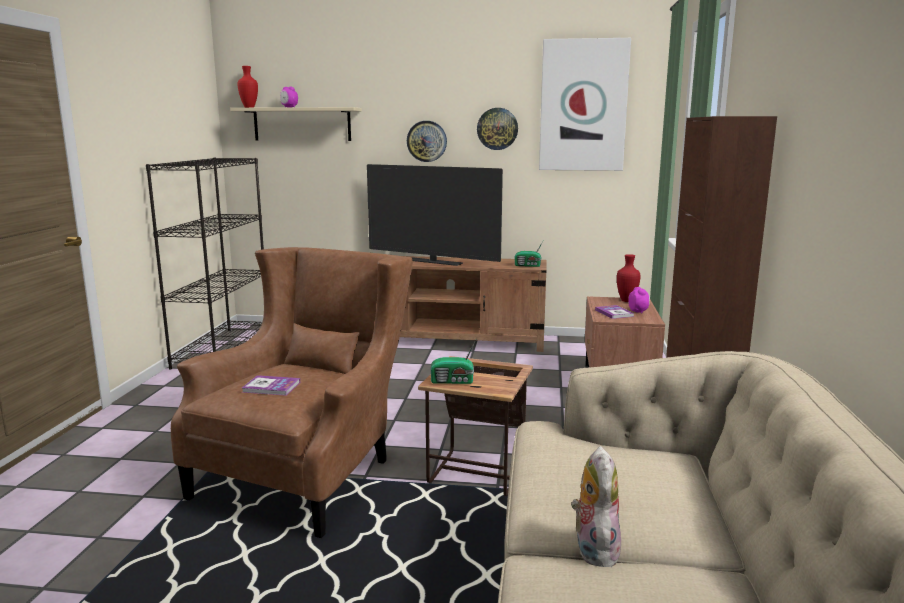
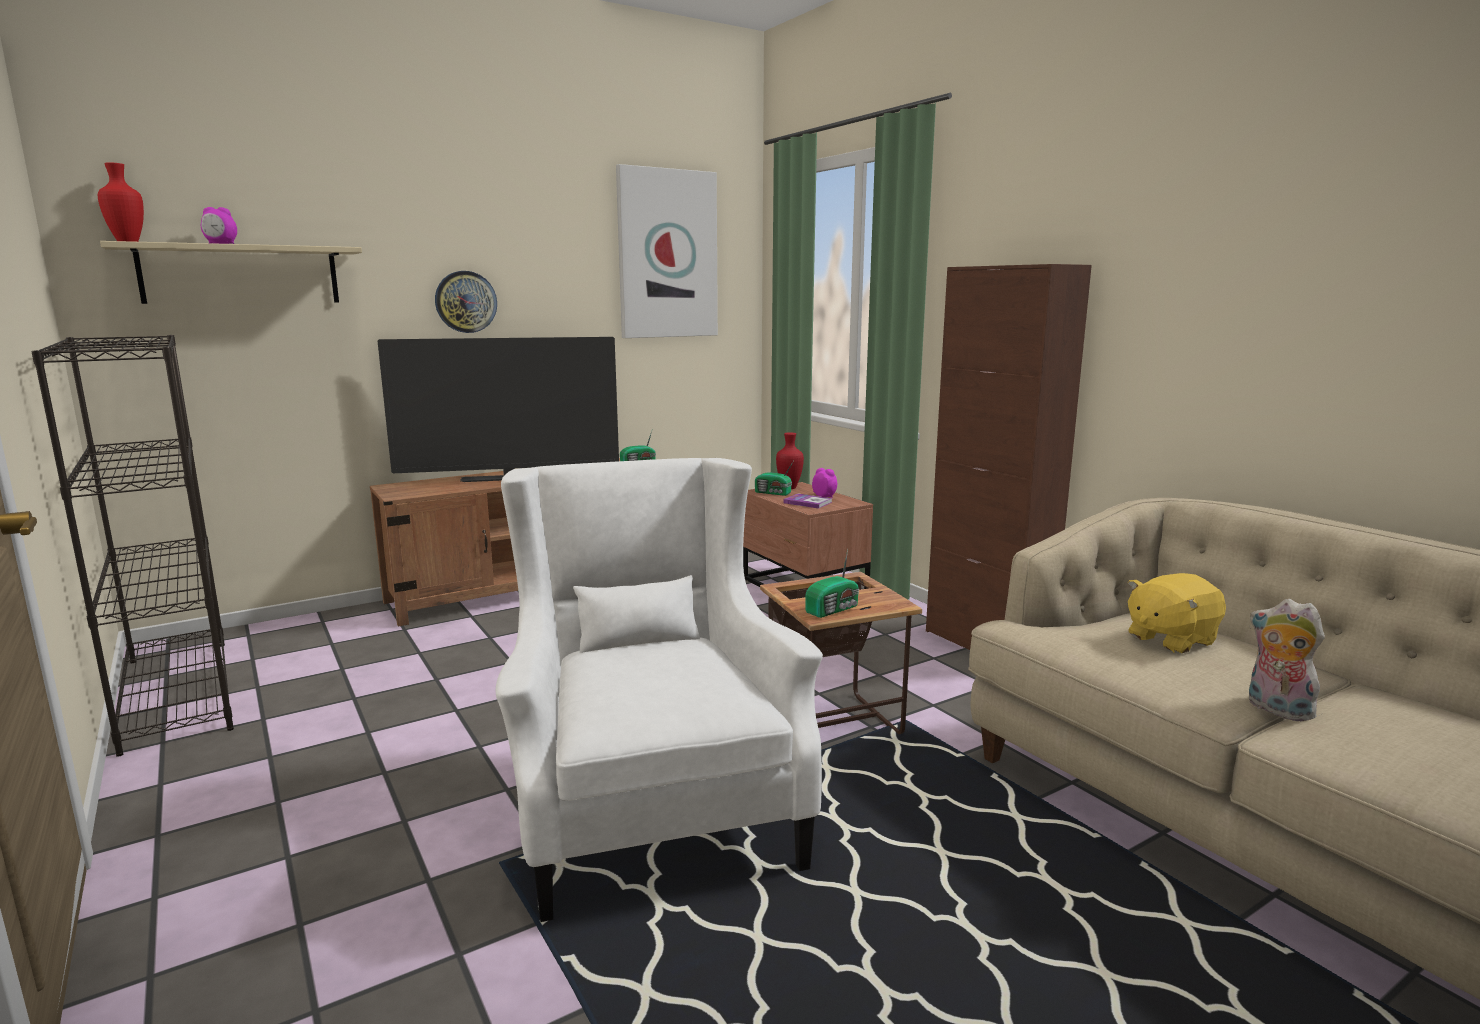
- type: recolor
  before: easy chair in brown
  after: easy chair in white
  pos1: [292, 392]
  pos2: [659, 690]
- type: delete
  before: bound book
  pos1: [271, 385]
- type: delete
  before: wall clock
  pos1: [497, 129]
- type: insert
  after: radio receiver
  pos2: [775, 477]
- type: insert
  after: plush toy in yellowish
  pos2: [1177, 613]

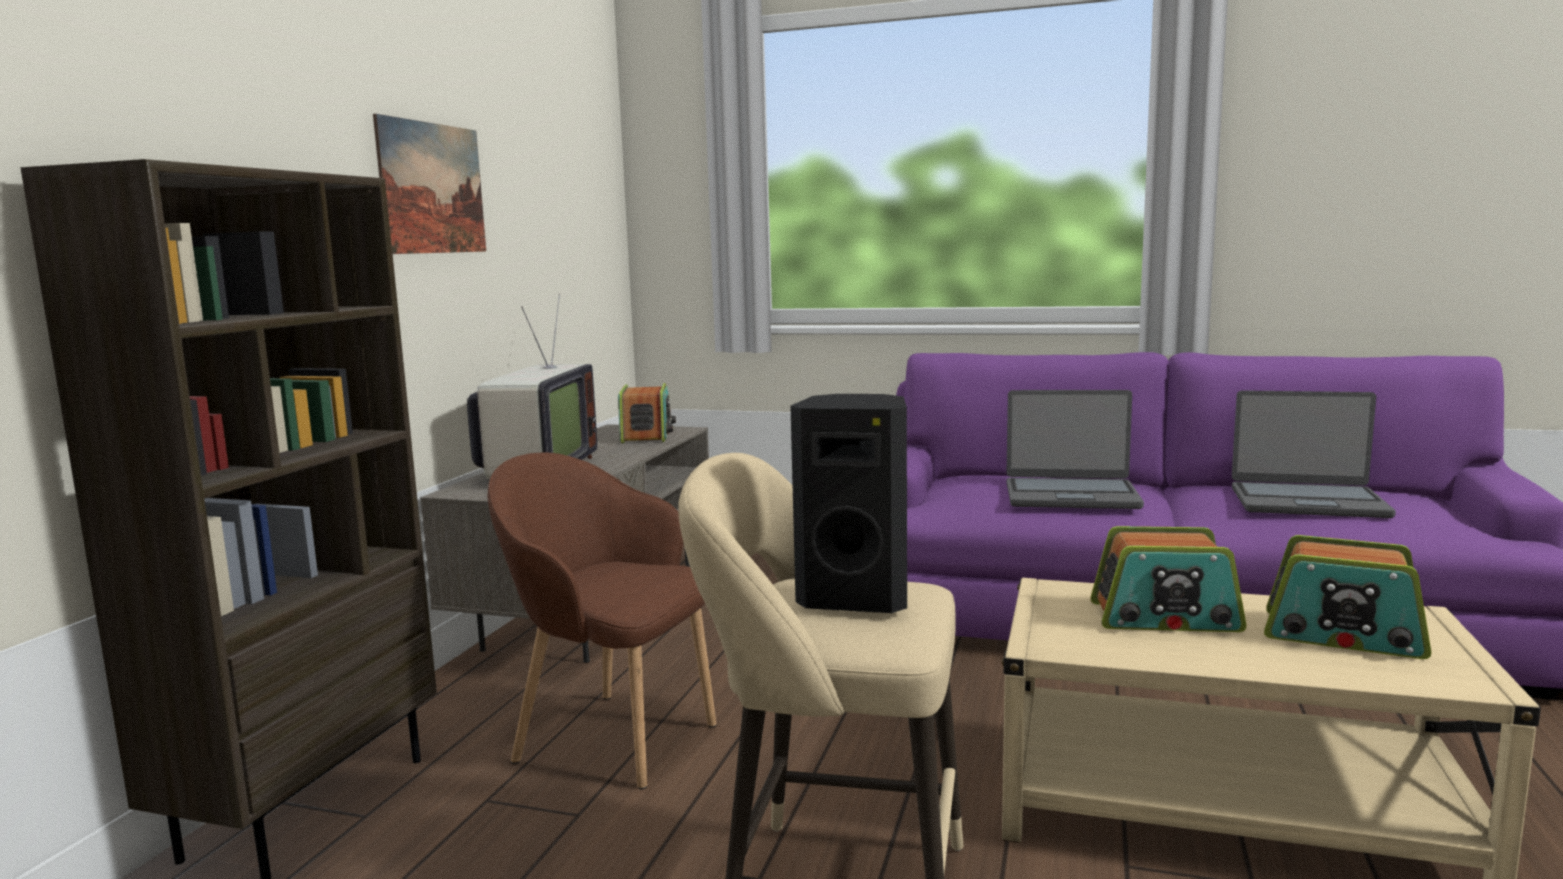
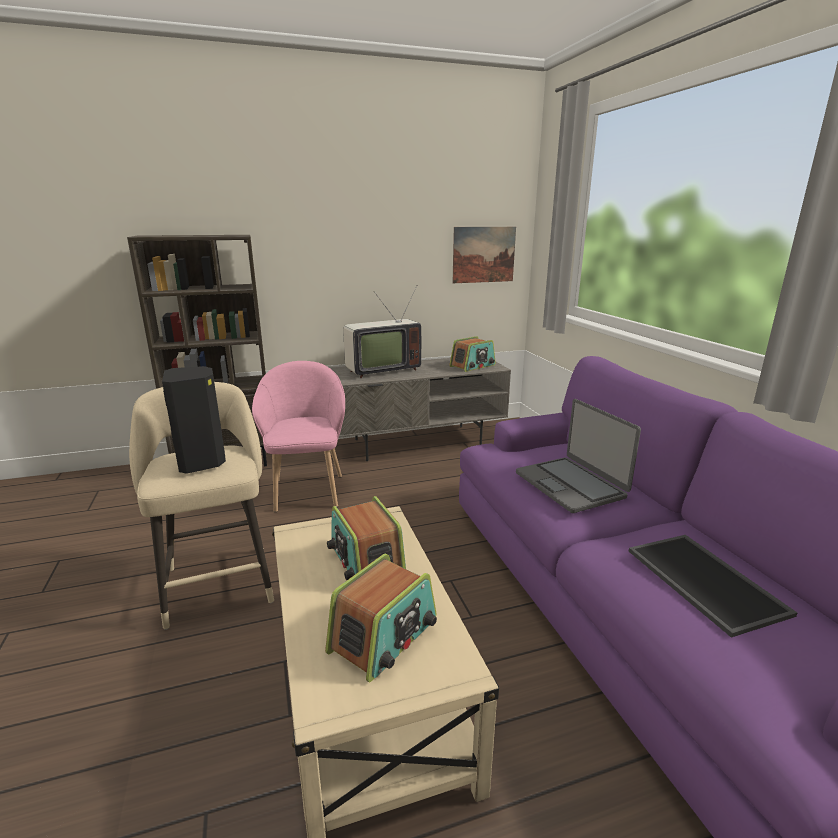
- type: move
  before: picture
  pos1: [429, 184]
  pos2: [484, 255]
- type: recolor
  before: easy chair in brown
  after: easy chair in pink
  pos1: [602, 621]
  pos2: [298, 436]
- type: replace
  before: portable computer
  after: serving tray
  pos1: [1314, 454]
  pos2: [712, 586]
- type: rotate
  before: radio receiver
  pos1: [1347, 597]
  pos2: [381, 618]
  turn: -135

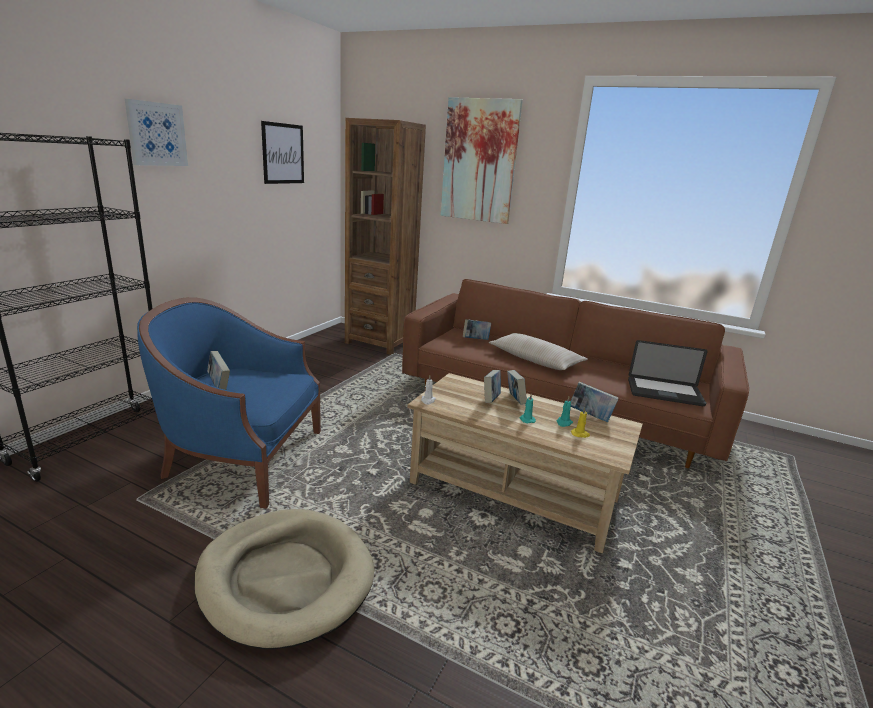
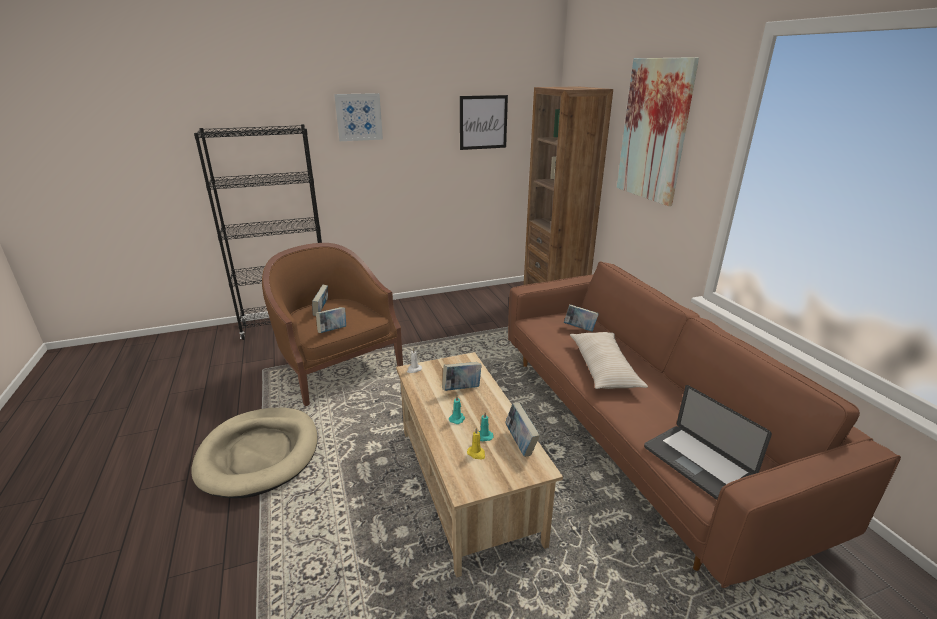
- type: recolor
  before: easy chair in bluish
  after: easy chair in brown
  pos1: [229, 403]
  pos2: [332, 324]
- type: move
  before: bound book
  pos1: [517, 387]
  pos2: [331, 320]

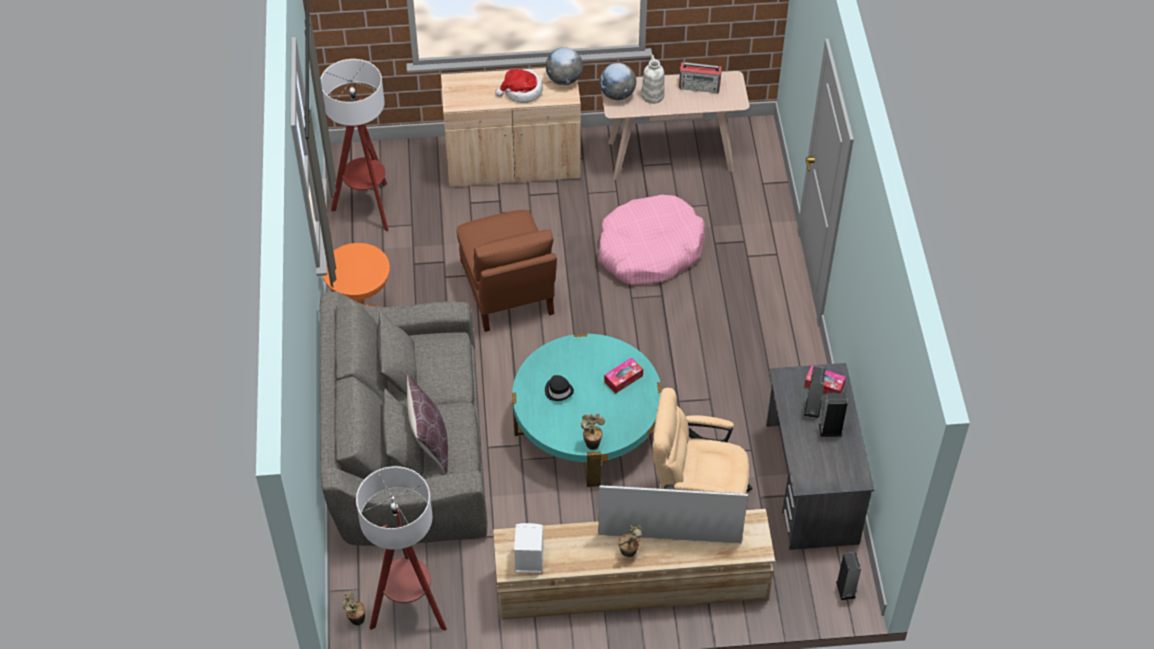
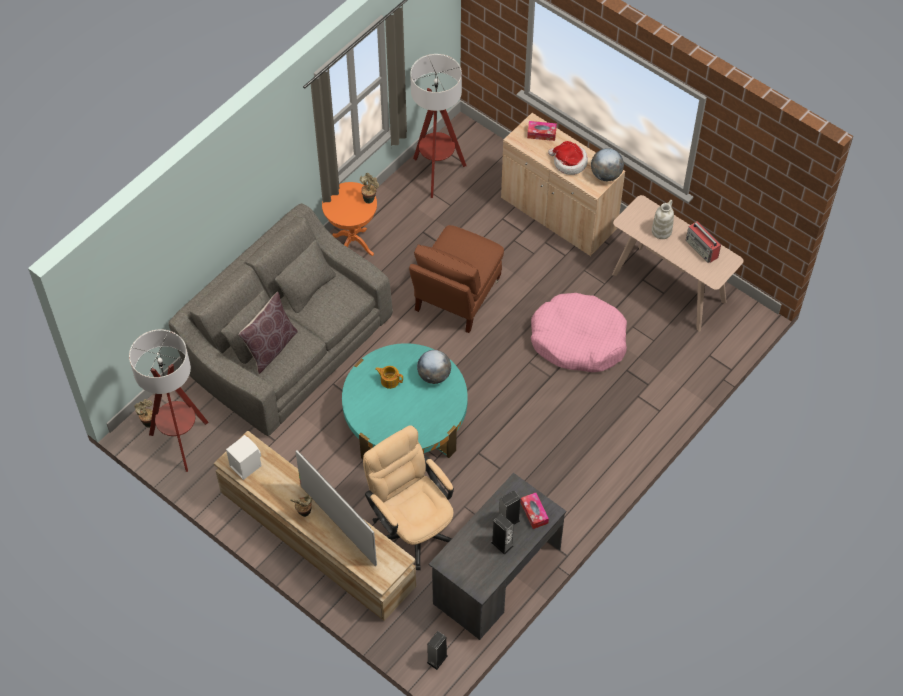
- type: replace
  before: wearable hat in blackish
  after: pot for tea
  pos1: [559, 388]
  pos2: [389, 377]
- type: move
  before: plant in a pot
  pos1: [593, 431]
  pos2: [369, 188]
- type: move
  before: globe
  pos1: [617, 81]
  pos2: [434, 367]
- type: move
  before: tissue holder
  pos1: [623, 375]
  pos2: [542, 131]

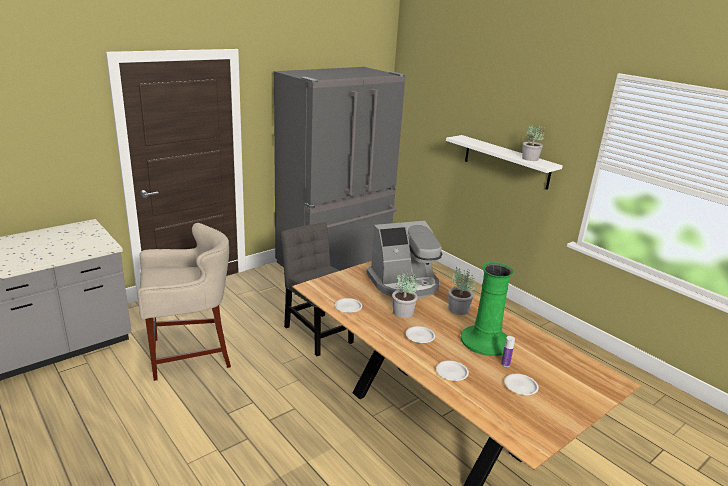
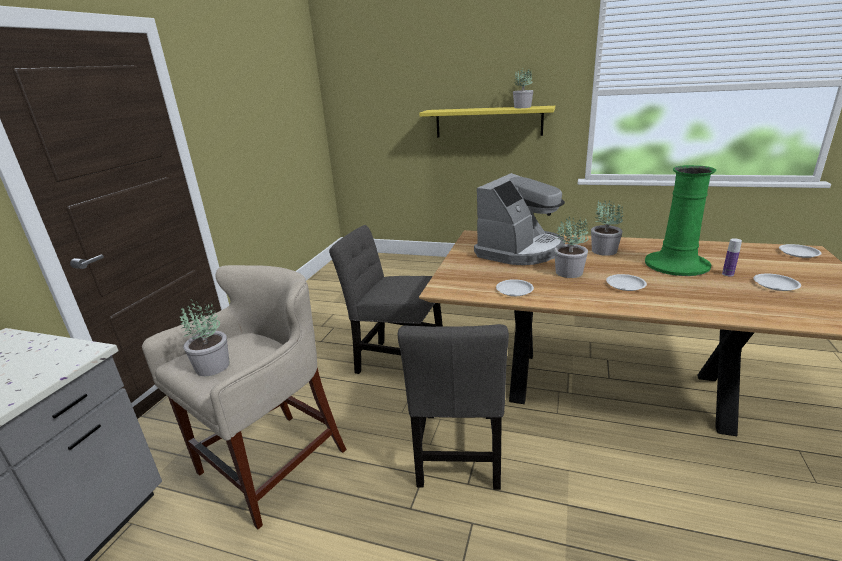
- type: delete
  before: kitchen fridge in grey
  pos1: [340, 169]
- type: move
  before: dinner plate in white
  pos1: [452, 370]
  pos2: [800, 251]
- type: recolor
  before: wall shelf in white
  after: wall shelf in yellowish
  pos1: [504, 162]
  pos2: [487, 122]
- type: insert
  after: plant in a pot
  pos2: [204, 337]
- type: insert
  after: chair in grey
  pos2: [453, 407]

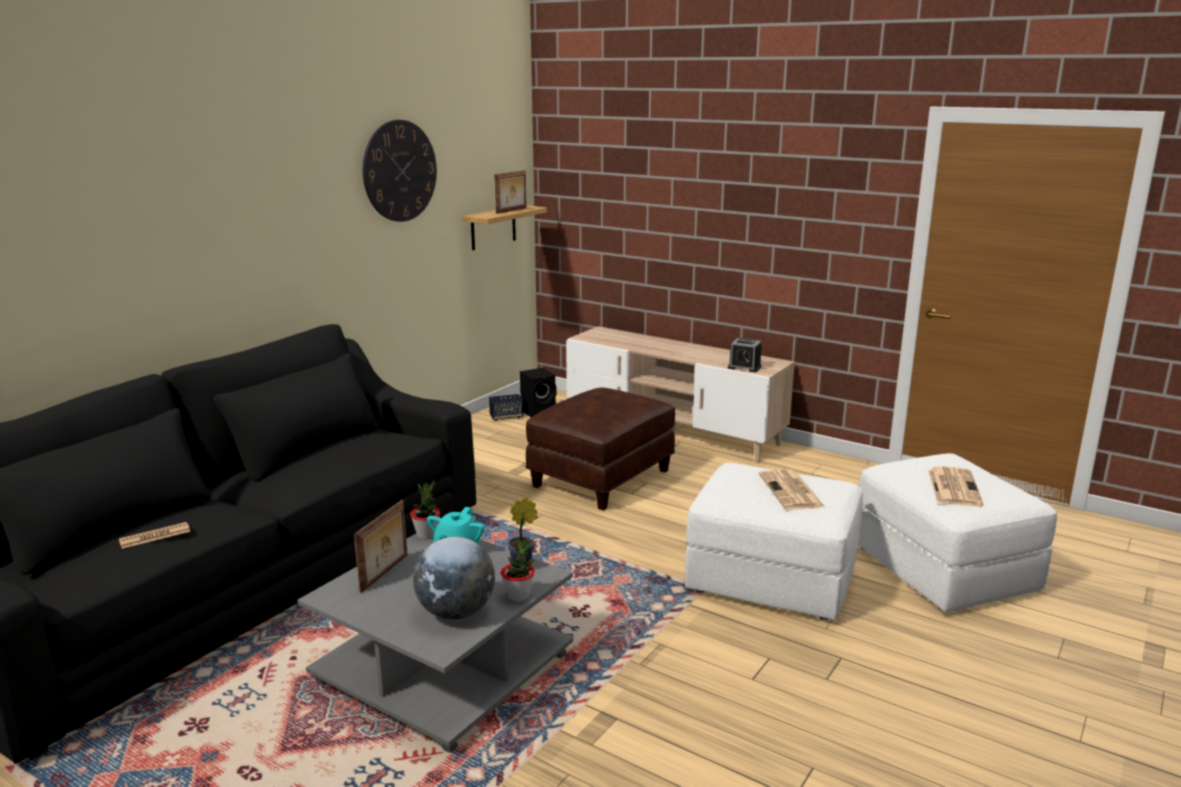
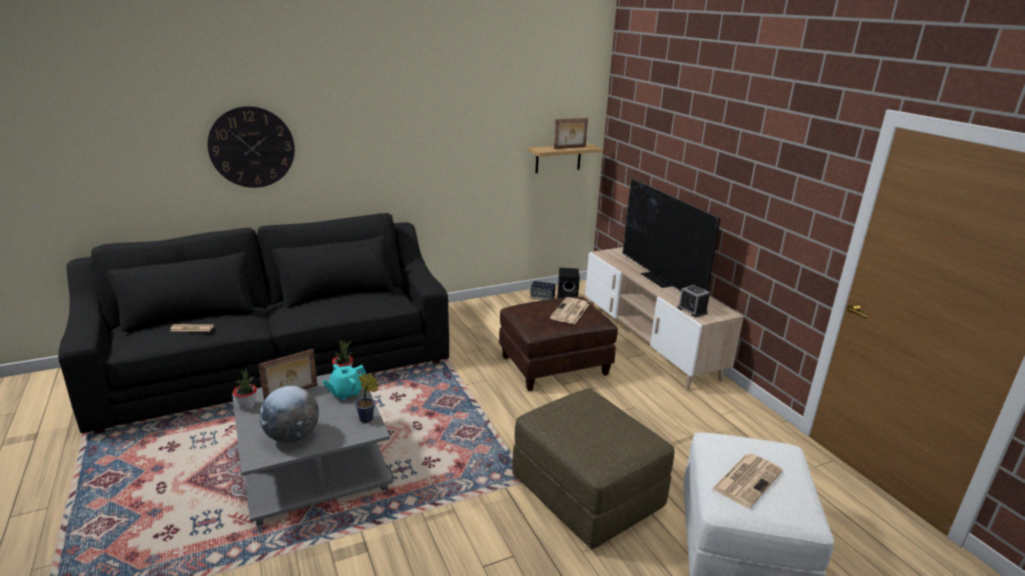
- type: move
  before: wall clock
  pos1: [400, 171]
  pos2: [251, 147]
- type: move
  before: plant in a pot
  pos1: [518, 570]
  pos2: [245, 389]
- type: recolor
  before: footrest in white
  after: footrest in brown
  pos1: [774, 541]
  pos2: [593, 468]
- type: move
  before: printed paper
  pos1: [792, 489]
  pos2: [570, 310]
- type: insert
  after: television
  pos2: [671, 234]

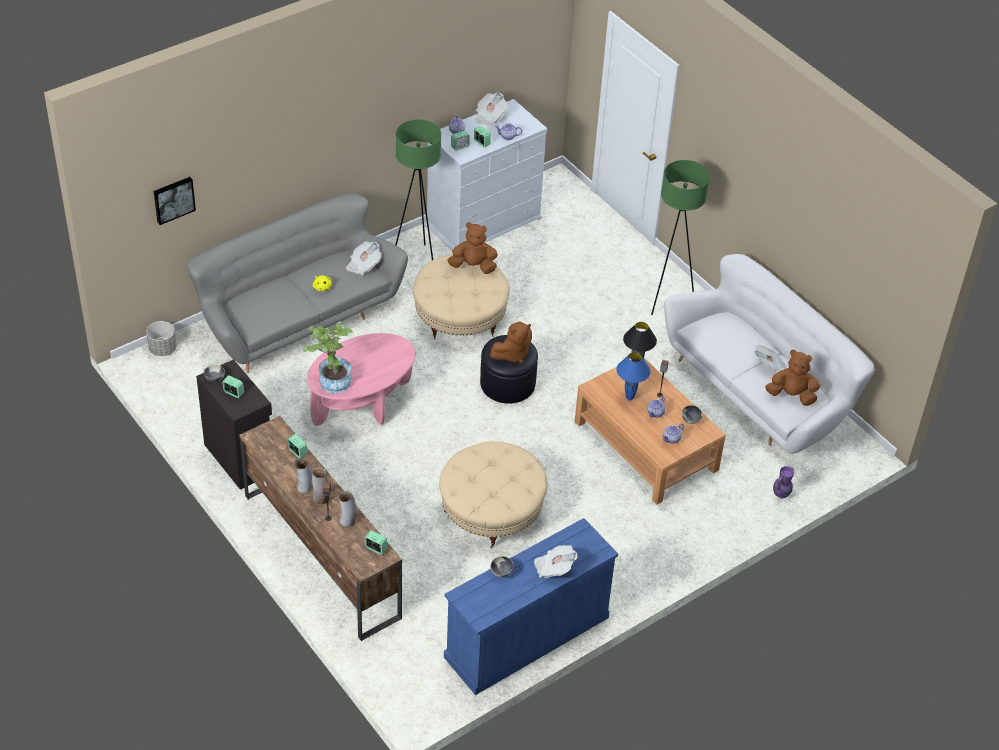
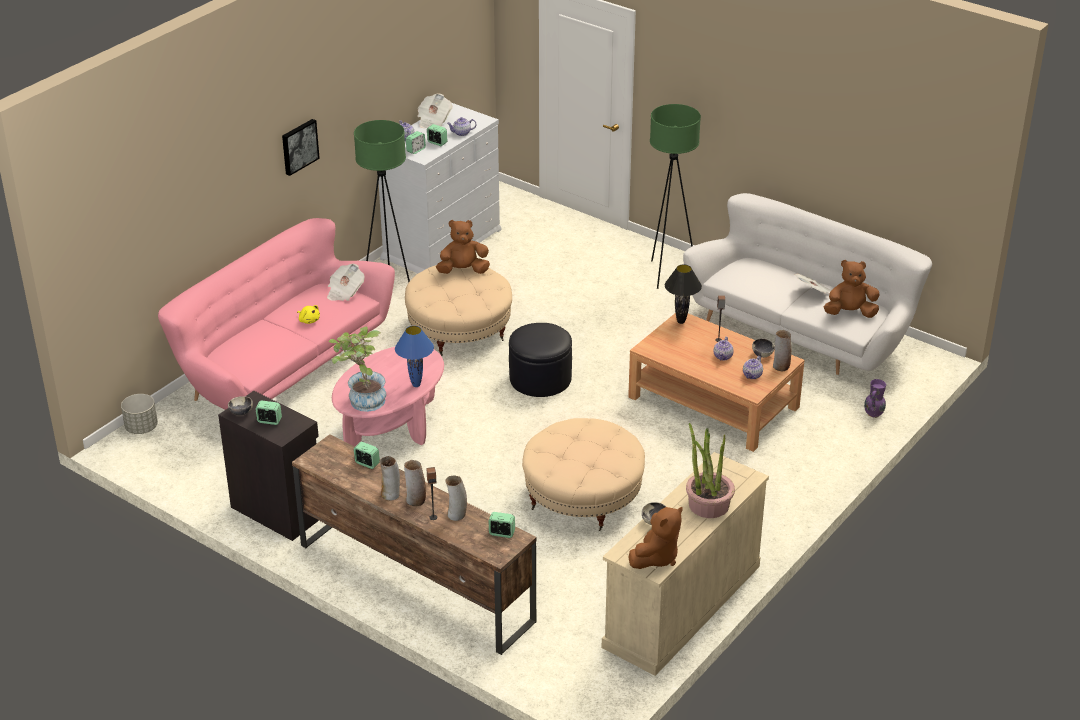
- type: move
  before: picture
  pos1: [175, 201]
  pos2: [301, 147]
- type: recolor
  before: sofa in grey
  after: sofa in pink
  pos1: [297, 283]
  pos2: [276, 314]
- type: recolor
  before: drawer chest in bluish
  after: drawer chest in beige-coloured
  pos1: [531, 606]
  pos2: [685, 564]
- type: move
  before: plush toy in brown
  pos1: [511, 342]
  pos2: [655, 538]
- type: replace
  before: printed paper
  after: plant in a pot
  pos1: [555, 561]
  pos2: [710, 470]
- type: move
  before: lamp for a table in bluish
  pos1: [633, 376]
  pos2: [414, 356]
- type: insert
  after: flower vase
  pos2: [782, 350]

